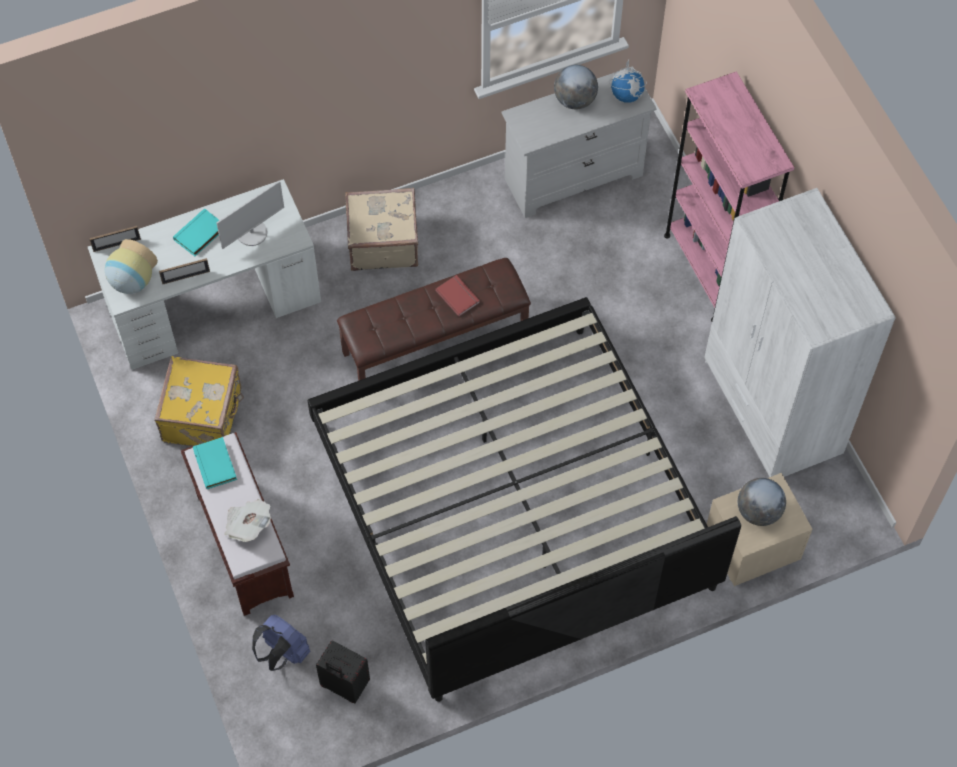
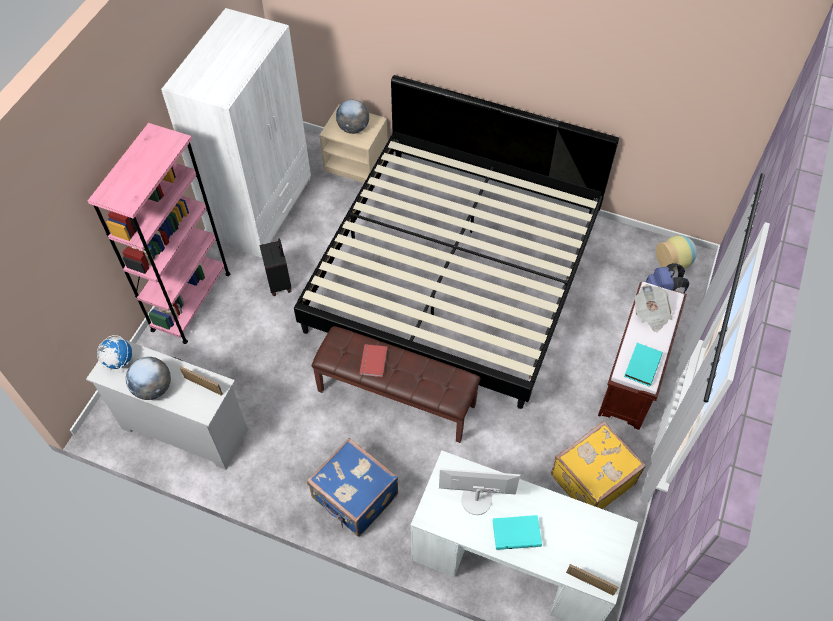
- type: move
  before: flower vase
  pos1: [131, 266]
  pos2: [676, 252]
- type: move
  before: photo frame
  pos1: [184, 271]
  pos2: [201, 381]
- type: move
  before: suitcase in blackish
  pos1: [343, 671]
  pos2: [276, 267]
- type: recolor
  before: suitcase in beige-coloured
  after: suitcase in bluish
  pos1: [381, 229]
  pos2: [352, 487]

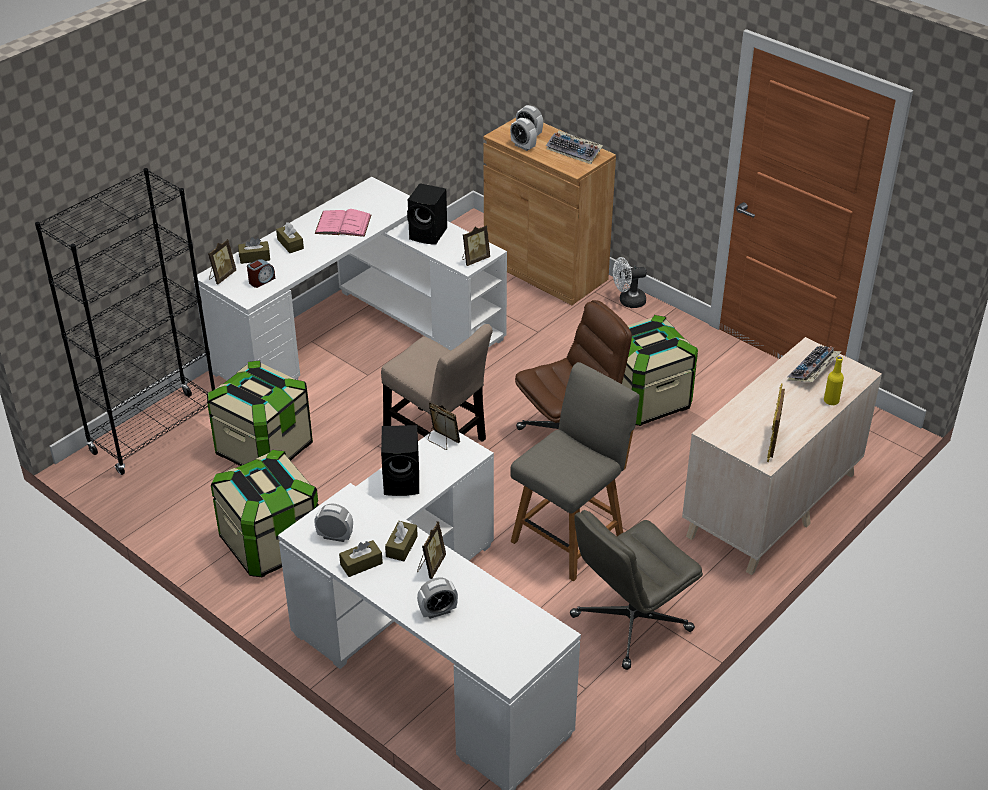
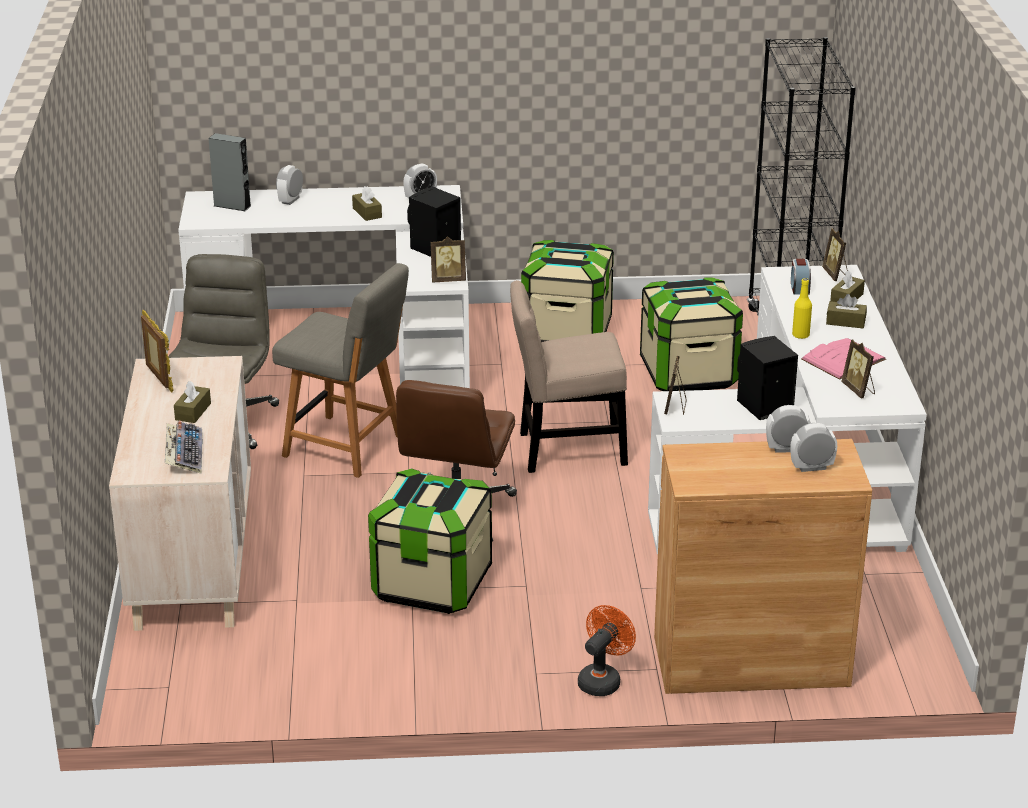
- type: move
  before: tissue holder in brown
  pos1: [361, 558]
  pos2: [192, 402]
- type: move
  before: photo frame
  pos1: [431, 550]
  pos2: [858, 369]
- type: rotate
  before: chair in grey
  pos1: [574, 471]
  pos2: [340, 370]
  turn: -60
- type: delete
  before: PC keyboard
  pos1: [574, 147]
- type: recolor
  before: fan in white
  after: fan in orange
  pos1: [630, 282]
  pos2: [607, 650]
- type: move
  before: bottle in yellowish
  pos1: [834, 380]
  pos2: [802, 308]
- type: insert
  after: loudspeaker in grey
  pos2: [230, 172]

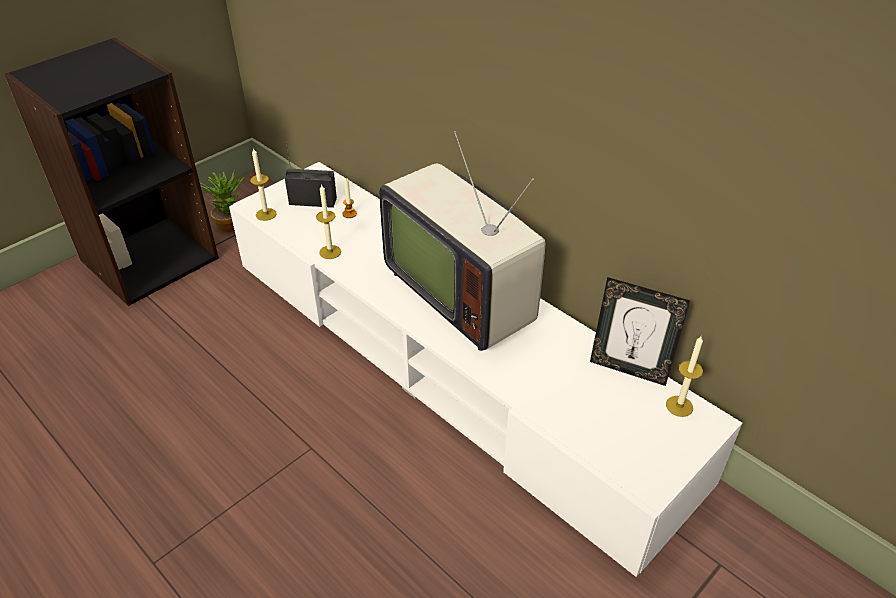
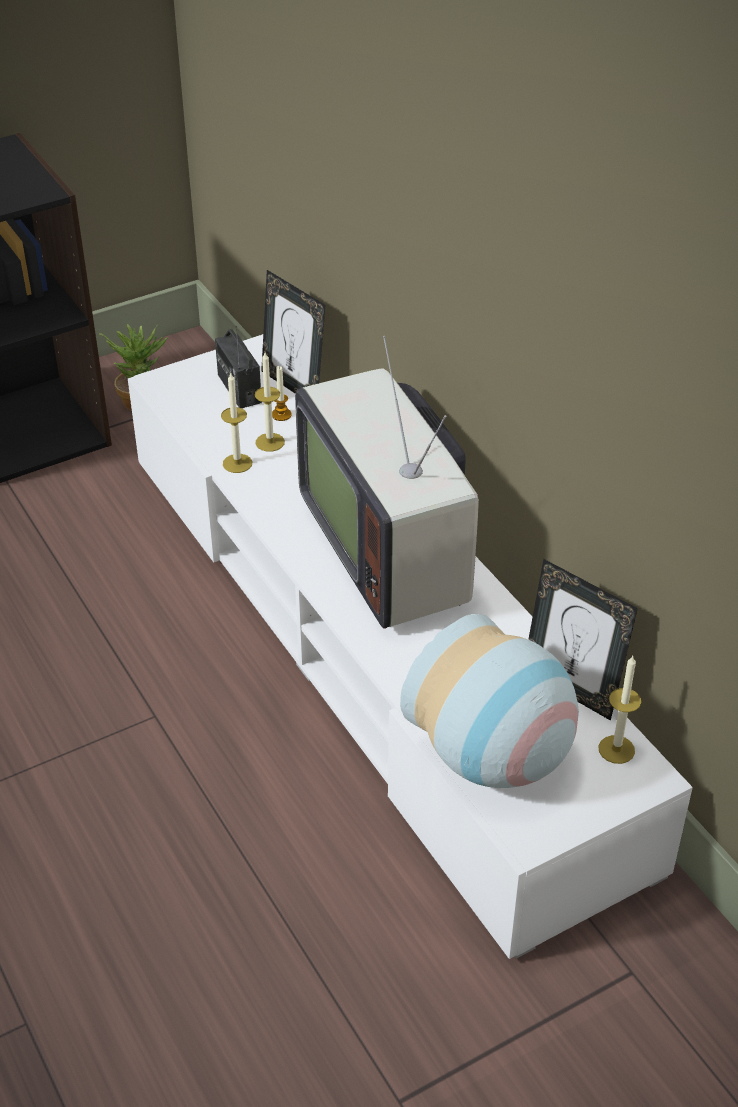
- type: move
  before: candle
  pos1: [263, 184]
  pos2: [270, 402]
- type: rotate
  before: radio receiver
  pos1: [311, 173]
  pos2: [238, 367]
  turn: -135
- type: insert
  after: photo frame
  pos2: [293, 332]
- type: insert
  after: flower vase
  pos2: [489, 701]

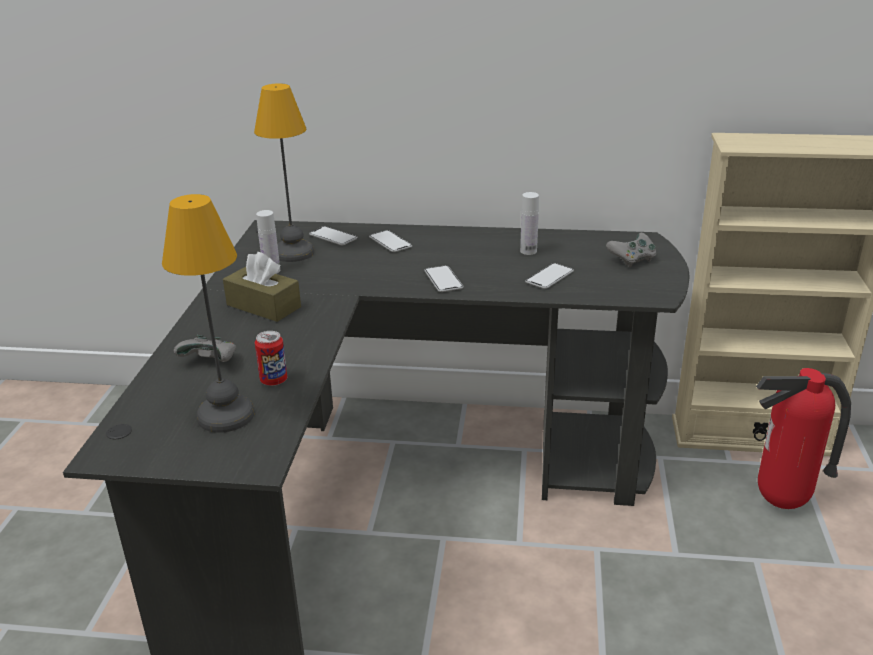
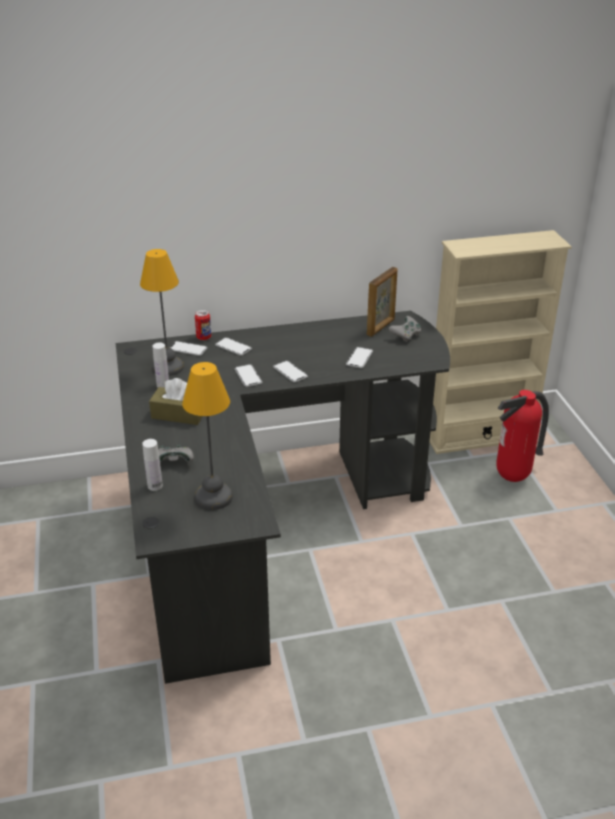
- type: move
  before: can
  pos1: [271, 358]
  pos2: [203, 325]
- type: move
  before: bottle in white
  pos1: [529, 223]
  pos2: [152, 465]
- type: insert
  after: phone
  pos2: [248, 375]
- type: insert
  after: photo frame
  pos2: [382, 302]

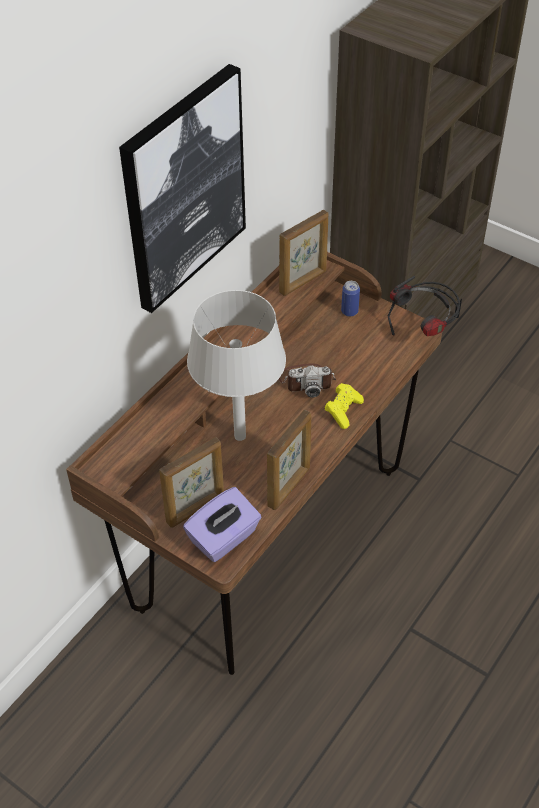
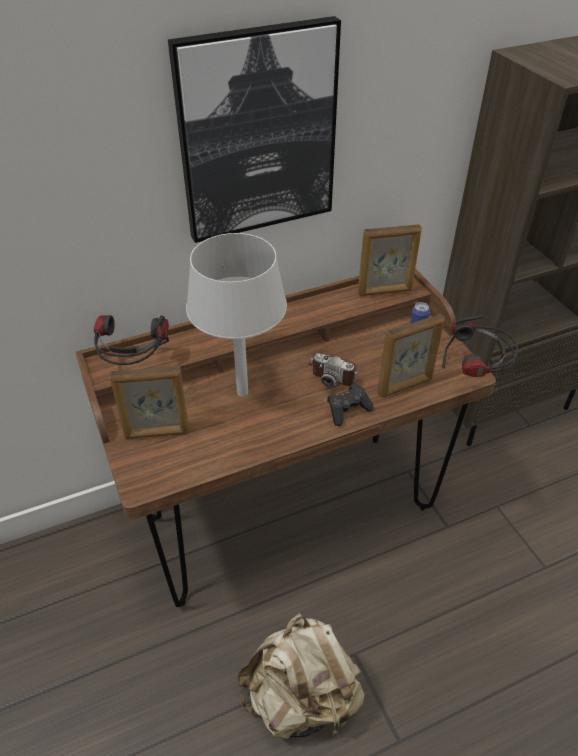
- type: delete
  before: tissue holder in purple
  pos1: [222, 524]
- type: move
  before: photo frame
  pos1: [289, 460]
  pos2: [411, 355]
- type: recolor
  before: joypad in yellowish
  after: joypad in blackish
  pos1: [344, 406]
  pos2: [350, 404]
- type: insert
  after: headphones
  pos2: [131, 340]
- type: insert
  after: rucksack in beige-coloured
  pos2: [301, 676]

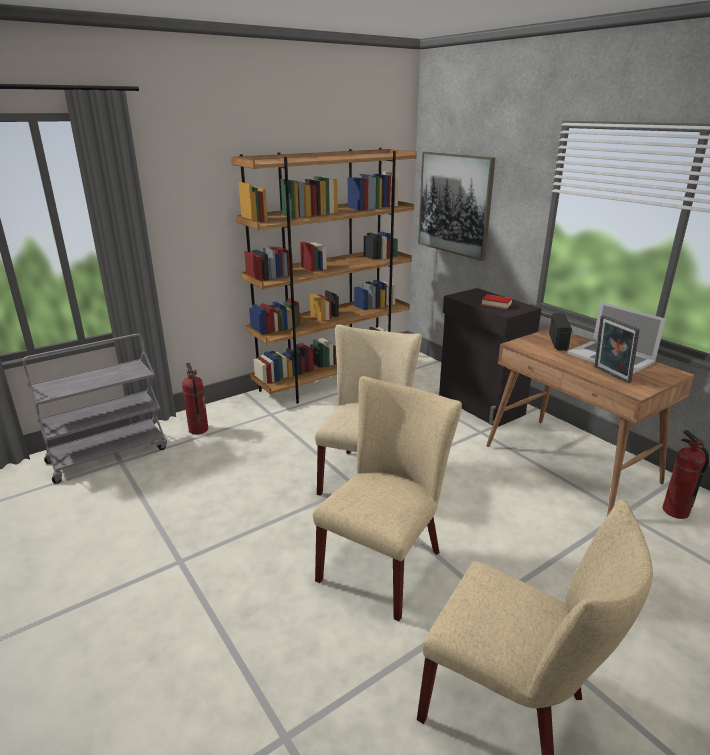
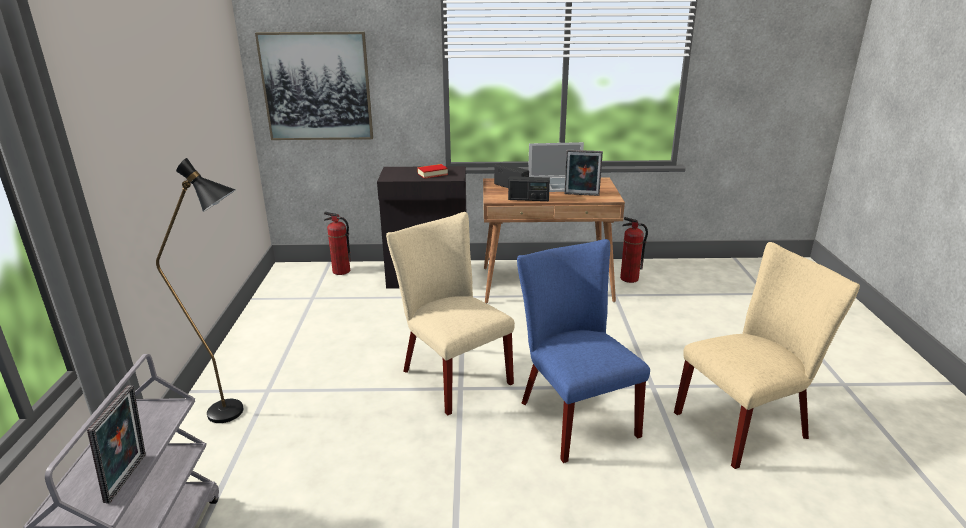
- type: move
  before: fire extinguisher
  pos1: [195, 399]
  pos2: [337, 243]
- type: delete
  before: bookshelf in brown
  pos1: [324, 276]
- type: recolor
  before: chair in beige-coloured
  after: chair in bluish
  pos1: [387, 498]
  pos2: [583, 351]
- type: insert
  after: photo frame
  pos2: [116, 444]
- type: insert
  after: standing lamp in blackish
  pos2: [199, 290]
- type: insert
  after: radio receiver
  pos2: [529, 188]

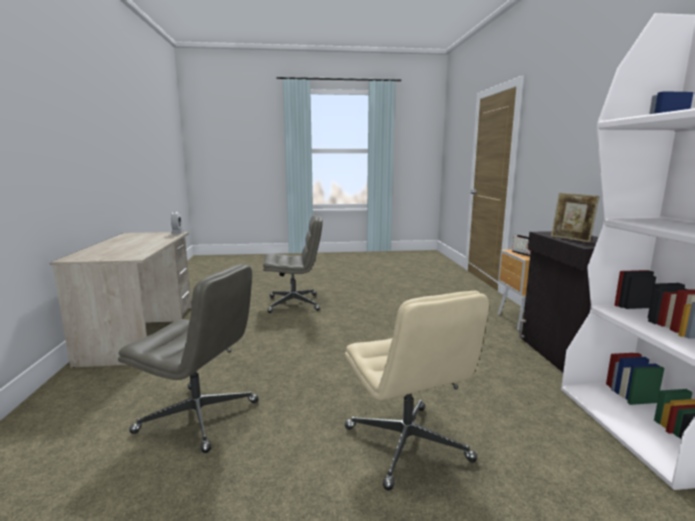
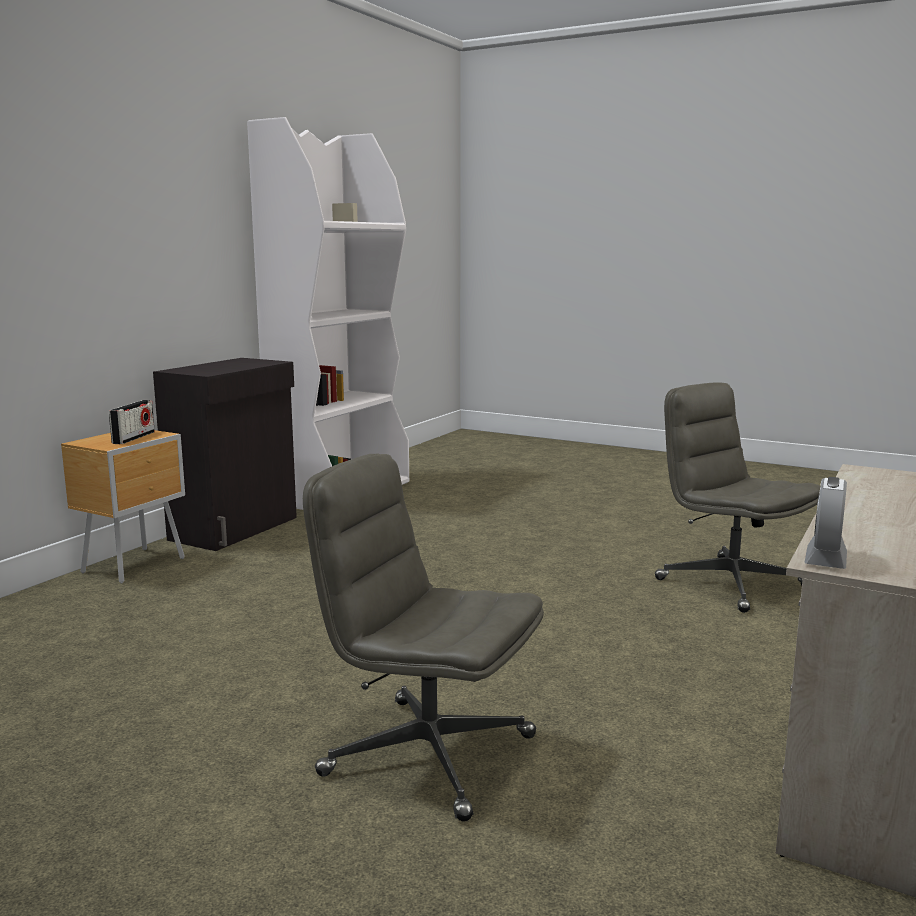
- type: delete
  before: computer chair in beige-coloured
  pos1: [416, 391]
- type: delete
  before: photo frame
  pos1: [575, 217]

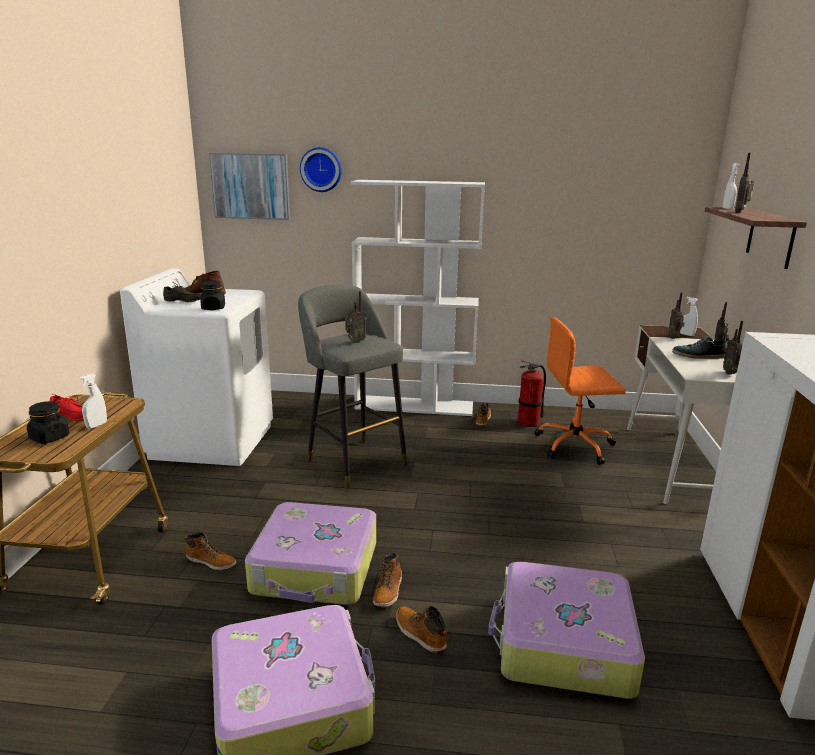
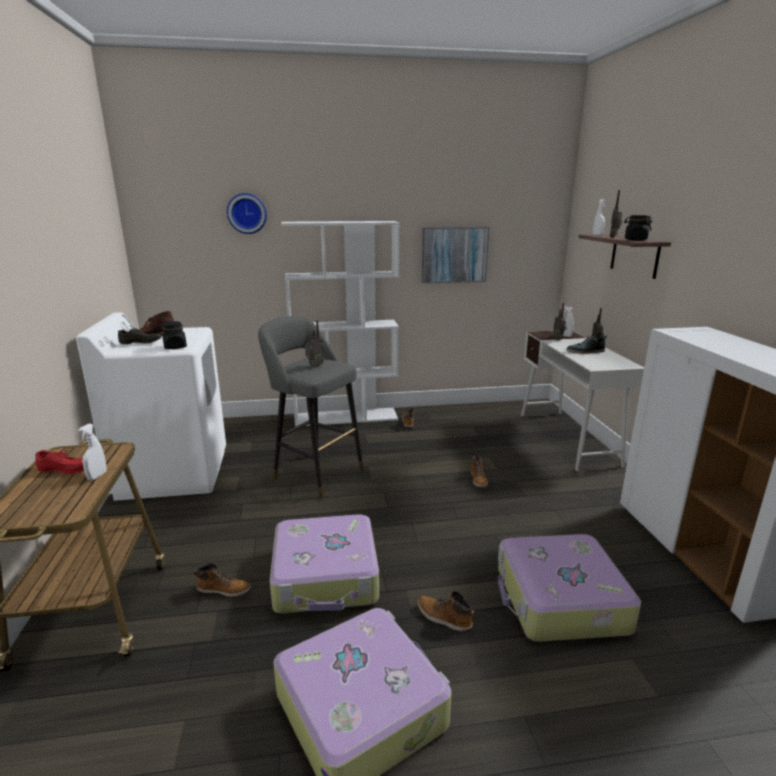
- type: move
  before: jar in blackish
  pos1: [48, 422]
  pos2: [638, 228]
- type: move
  before: picture
  pos1: [249, 186]
  pos2: [455, 255]
- type: move
  before: boot
  pos1: [387, 580]
  pos2: [479, 471]
- type: delete
  before: fire extinguisher
  pos1: [532, 393]
- type: delete
  before: computer chair in orange
  pos1: [579, 391]
- type: delete
  before: radio receiver
  pos1: [733, 347]

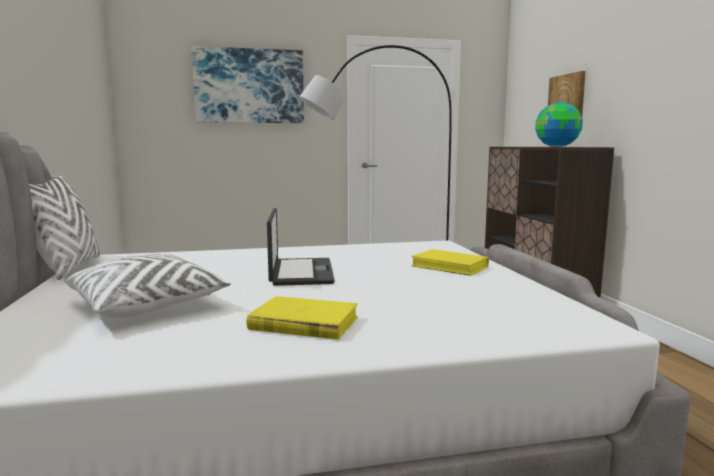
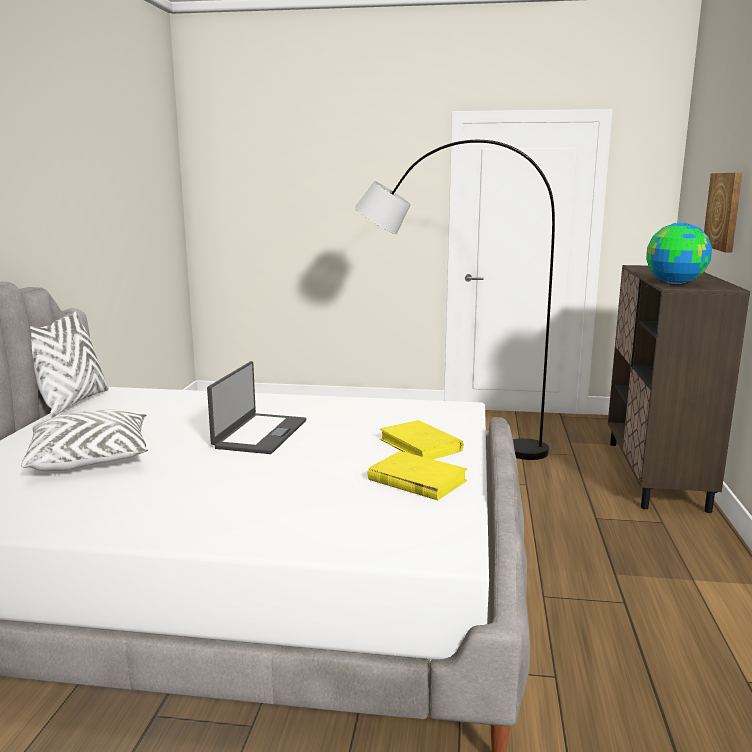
- type: delete
  before: picture
  pos1: [247, 84]
- type: move
  before: bound book in yellowish
  pos1: [302, 318]
  pos2: [417, 475]

